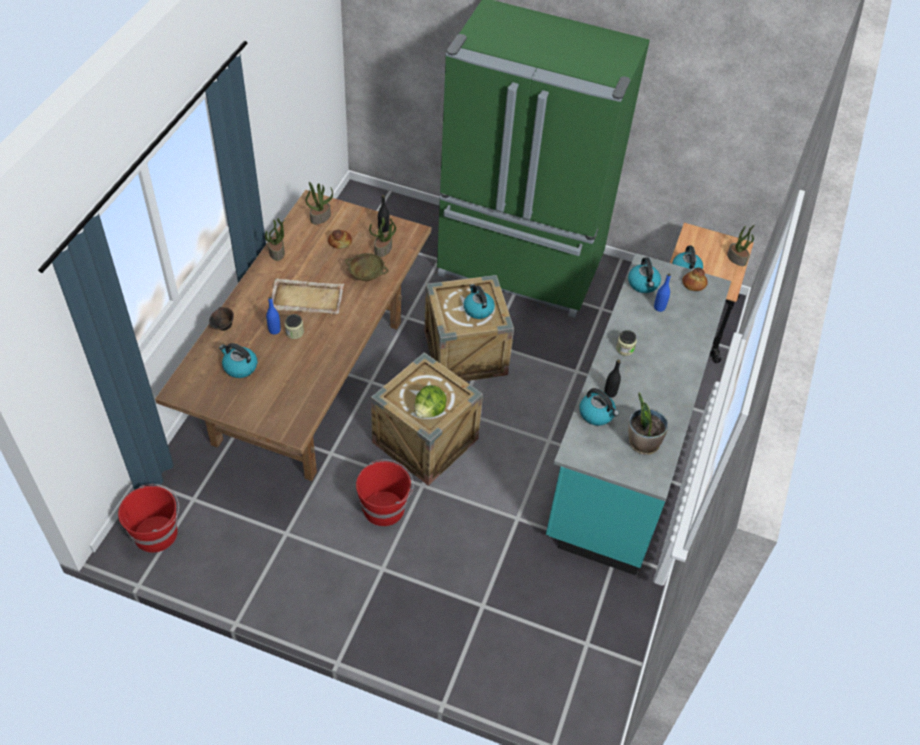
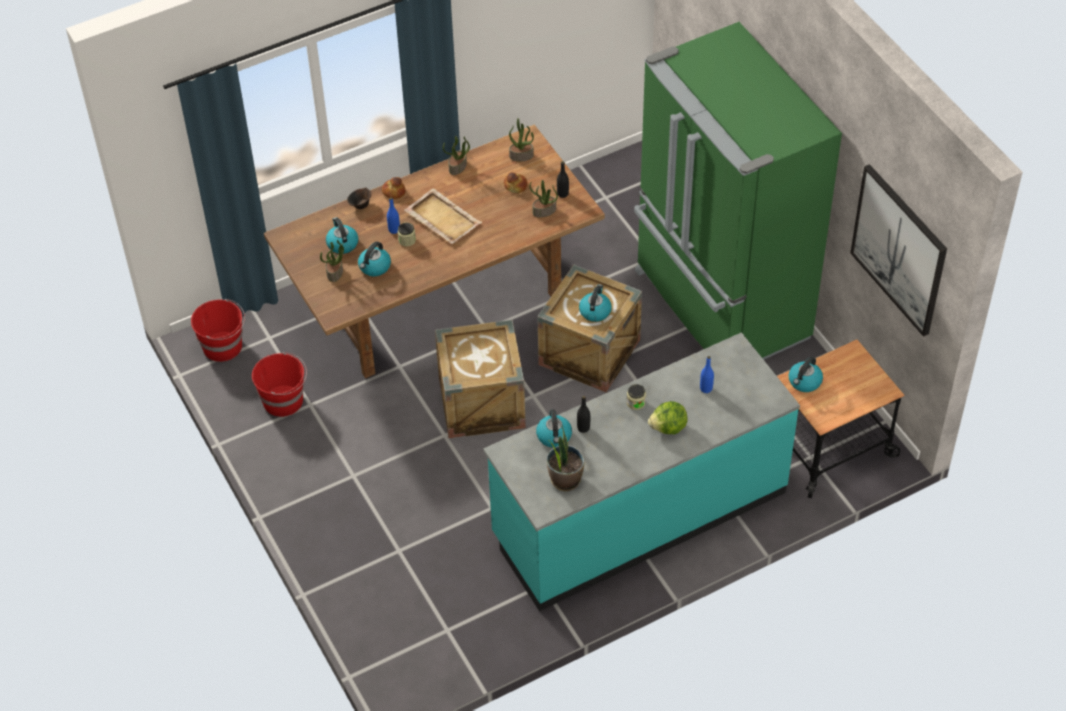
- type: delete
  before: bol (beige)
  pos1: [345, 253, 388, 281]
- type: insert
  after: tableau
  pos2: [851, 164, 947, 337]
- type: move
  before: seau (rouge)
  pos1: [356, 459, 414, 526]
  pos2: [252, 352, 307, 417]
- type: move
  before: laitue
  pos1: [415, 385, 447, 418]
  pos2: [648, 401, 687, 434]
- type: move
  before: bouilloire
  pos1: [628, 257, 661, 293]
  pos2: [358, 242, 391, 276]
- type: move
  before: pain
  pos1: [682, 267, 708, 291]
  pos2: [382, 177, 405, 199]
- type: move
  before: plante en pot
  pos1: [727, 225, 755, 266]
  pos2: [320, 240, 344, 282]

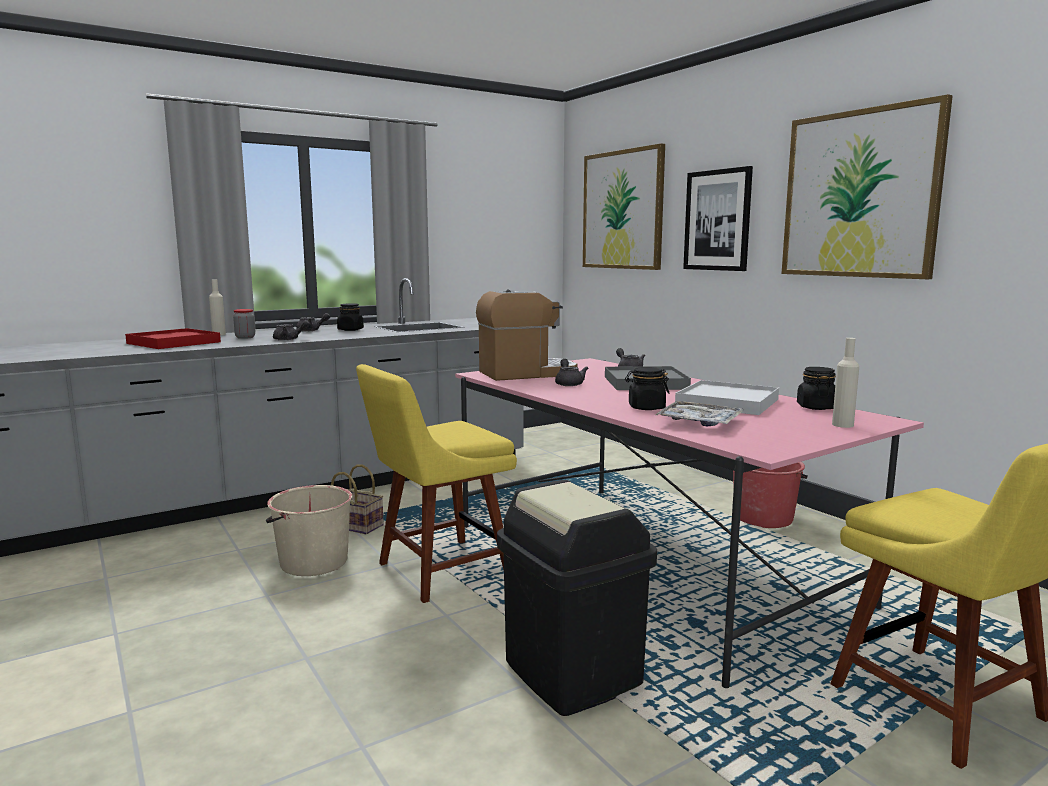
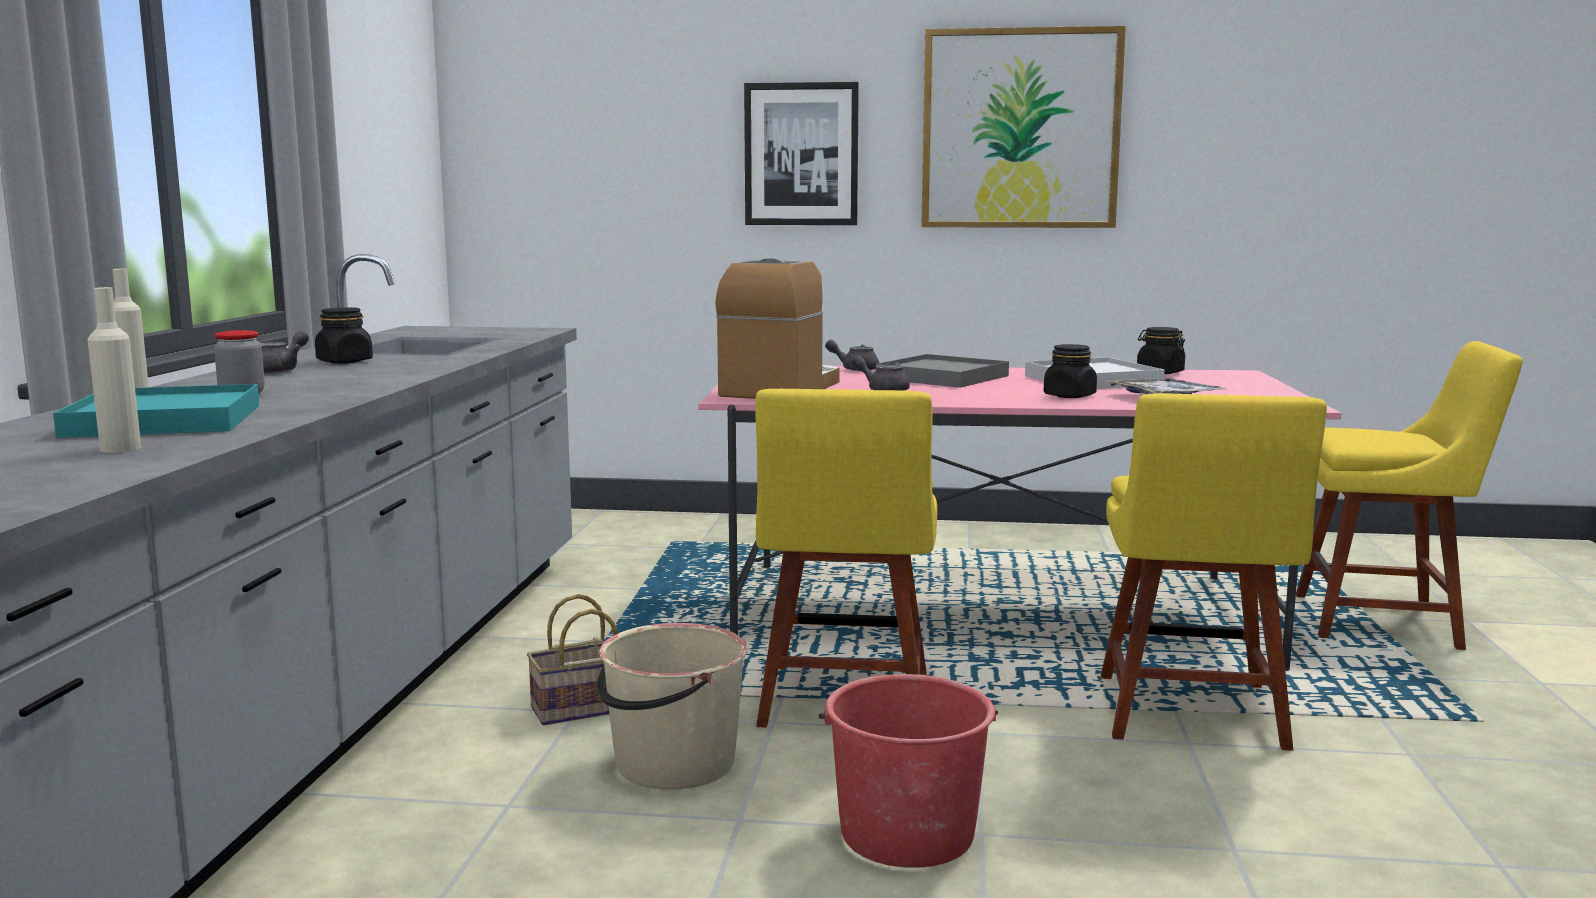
- type: delete
  before: théière (gris)
  pos1: [273, 320, 310, 340]
- type: delete
  before: tableau
  pos1: [583, 143, 665, 270]
- type: move
  before: seau (rouge)
  pos1: [733, 462, 807, 528]
  pos2: [819, 674, 998, 868]
- type: move
  before: bouteille (beige)
  pos1: [832, 338, 859, 428]
  pos2: [87, 287, 141, 453]
- type: replace
  before: poubelle (noir)
  after: chaise (jaune)
  pos1: [497, 480, 657, 716]
  pos2: [1101, 394, 1327, 751]
- type: recolor
  before: plateau (rouge)
  after: plateau (turquoise)
  pos1: [125, 328, 221, 349]
  pos2: [53, 384, 259, 438]

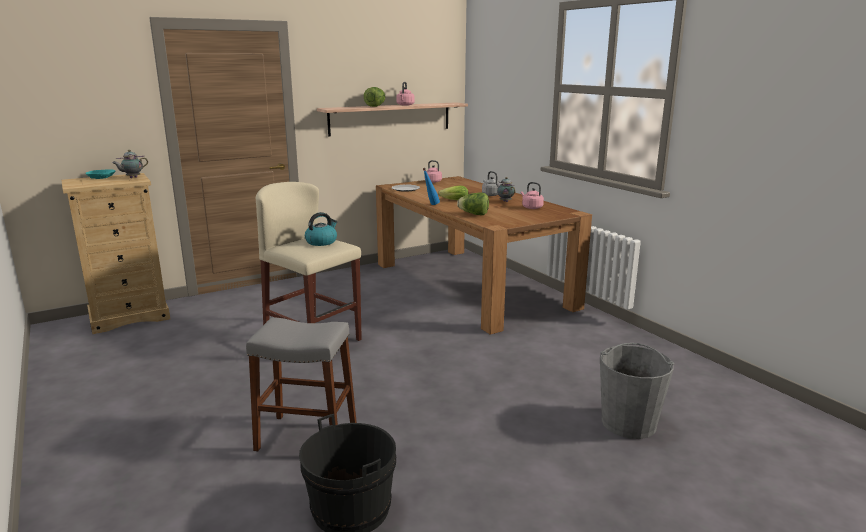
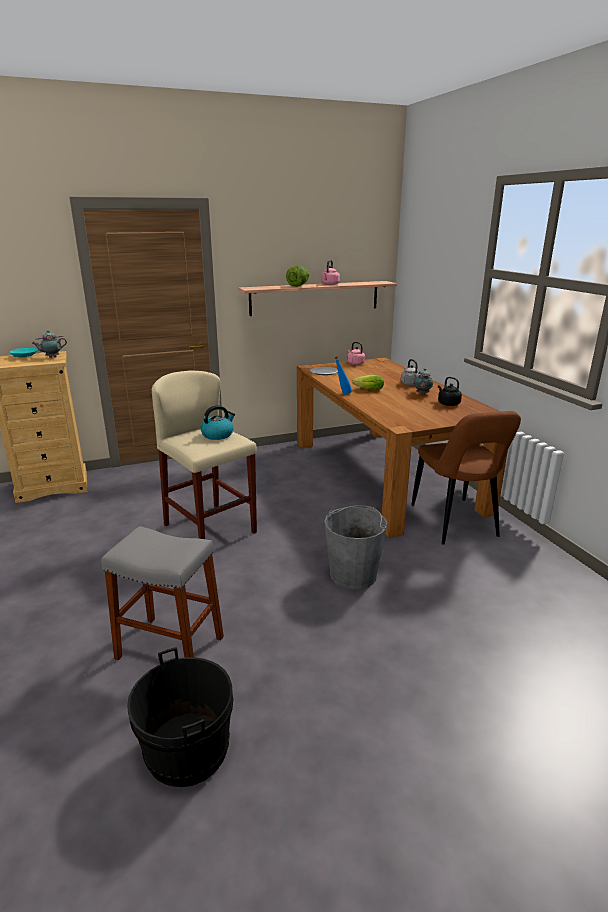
- type: delete
  before: laitue
  pos1: [457, 192, 489, 215]
- type: insert
  after: chaise (marron)
  pos2: [411, 411, 521, 545]
- type: move
  before: seau (gris)
  pos1: [600, 343, 674, 439]
  pos2: [324, 505, 387, 590]
- type: recolor
  before: bouilloire (rose)
  after: bouilloire (noir)
  pos1: [521, 182, 544, 209]
  pos2: [438, 377, 462, 406]

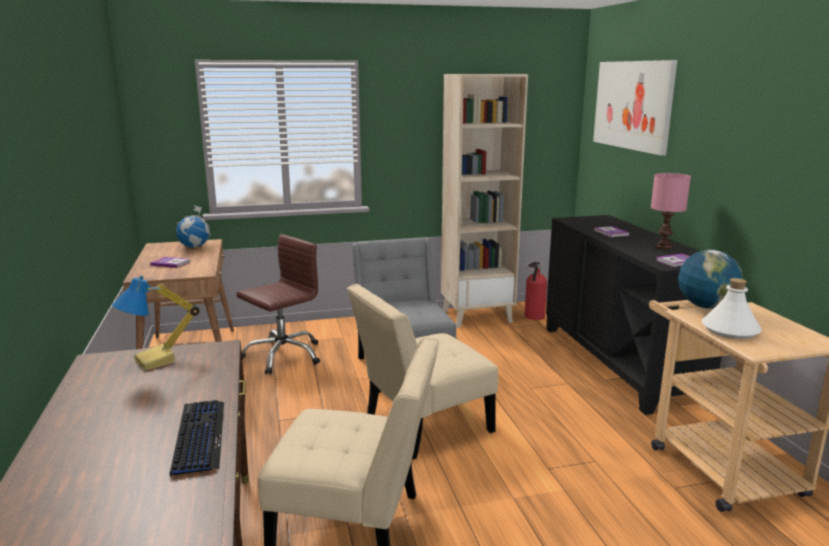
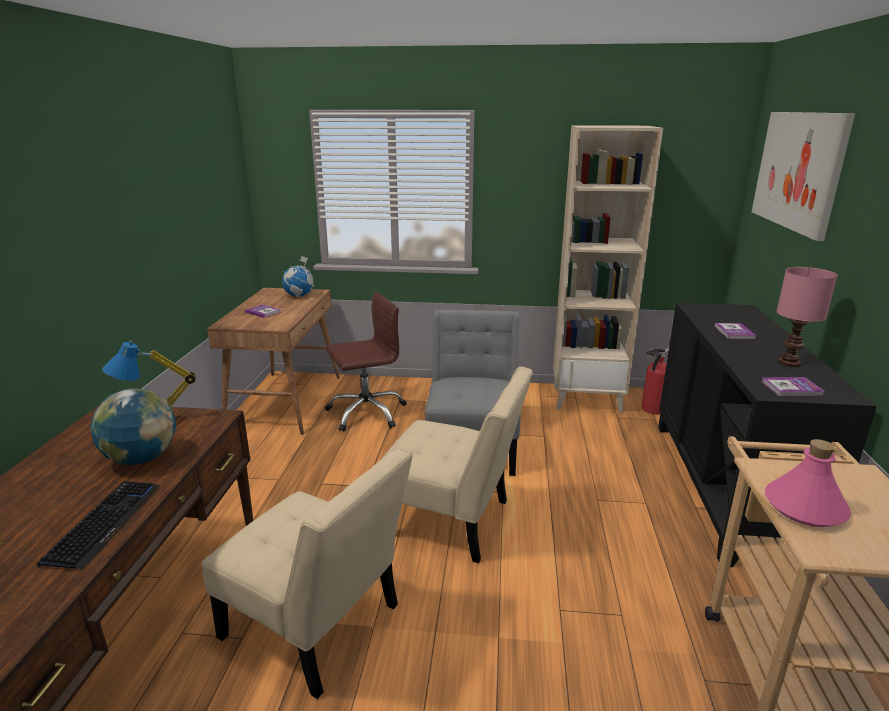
- type: move
  before: globe
  pos1: [678, 250, 743, 309]
  pos2: [90, 389, 176, 465]
- type: recolor
  before: bouteille (blanc)
  after: bouteille (rose)
  pos1: [702, 278, 762, 339]
  pos2: [765, 439, 851, 527]
- type: rotate
  before: chaise (beige)
  pos1: [347, 284, 498, 460]
  pos2: [383, 367, 533, 563]
  turn: -150

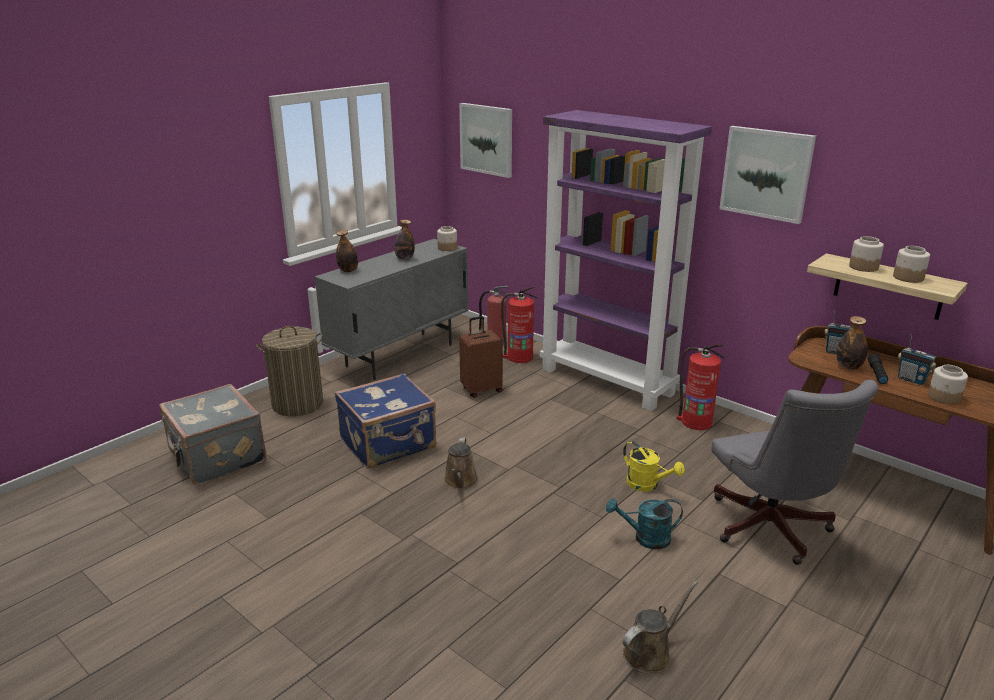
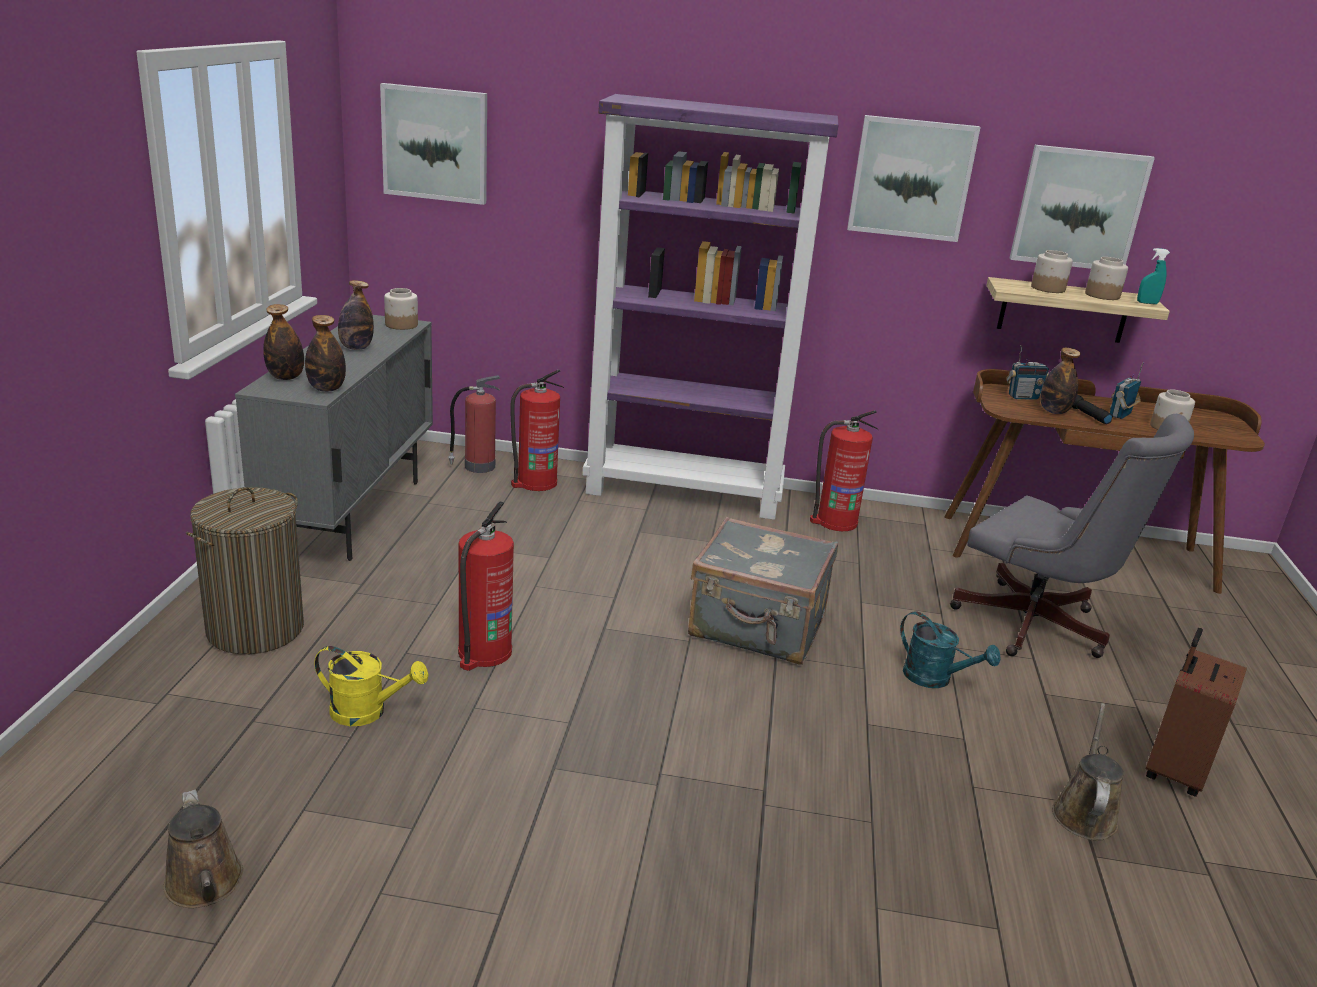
- type: insert
  after: bouteille
  pos2: [305, 315, 346, 392]
- type: insert
  after: tableau
  pos2: [1010, 145, 1155, 269]
- type: insert
  after: vaporisateur (turquoise)
  pos2: [1137, 248, 1170, 304]
- type: move
  before: valise (gris)
  pos1: [159, 384, 267, 486]
  pos2: [688, 517, 838, 665]
- type: move
  before: arrosoir (marron)
  pos1: [444, 438, 478, 489]
  pos2: [163, 789, 243, 908]
- type: move
  before: valise (marron)
  pos1: [459, 316, 503, 398]
  pos2: [1146, 628, 1247, 797]
- type: move
  before: arrosoir (jaune)
  pos1: [623, 441, 685, 491]
  pos2: [314, 646, 429, 726]
- type: replace
  before: valise (bleu)
  after: extincteur
  pos1: [335, 373, 436, 469]
  pos2: [458, 501, 514, 671]
- type: rotate
  before: arrosoir (turquoise)
  pos1: [606, 498, 683, 549]
  pos2: [900, 611, 1000, 688]
  turn: -105
- type: rotate
  before: radio
  pos1: [898, 334, 936, 385]
  pos2: [1110, 362, 1144, 419]
  turn: 120

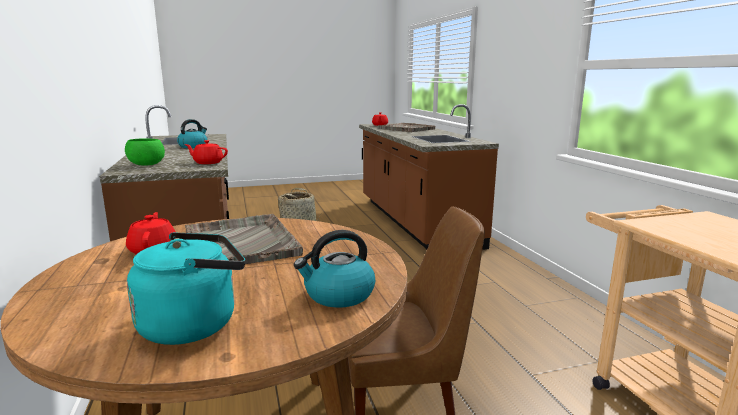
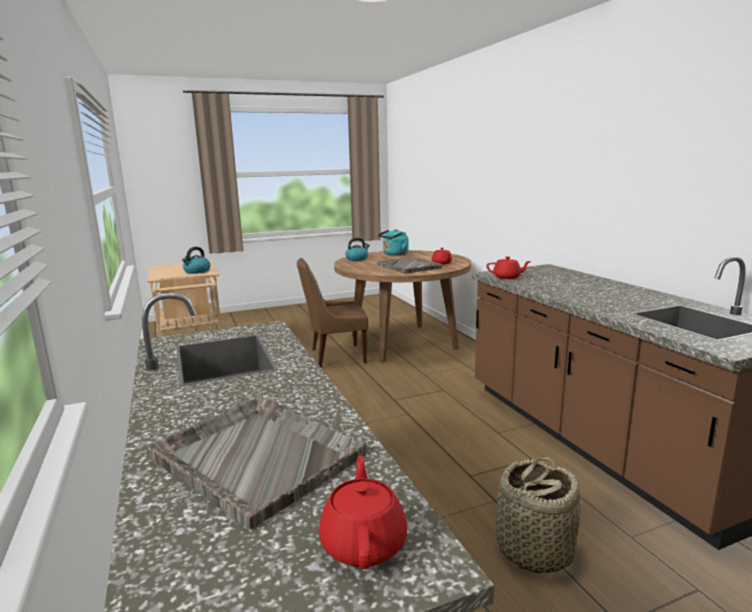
- type: delete
  before: bol (vert)
  pos1: [125, 138, 165, 166]
- type: move
  before: bouilloire
  pos1: [177, 119, 207, 148]
  pos2: [182, 247, 211, 274]

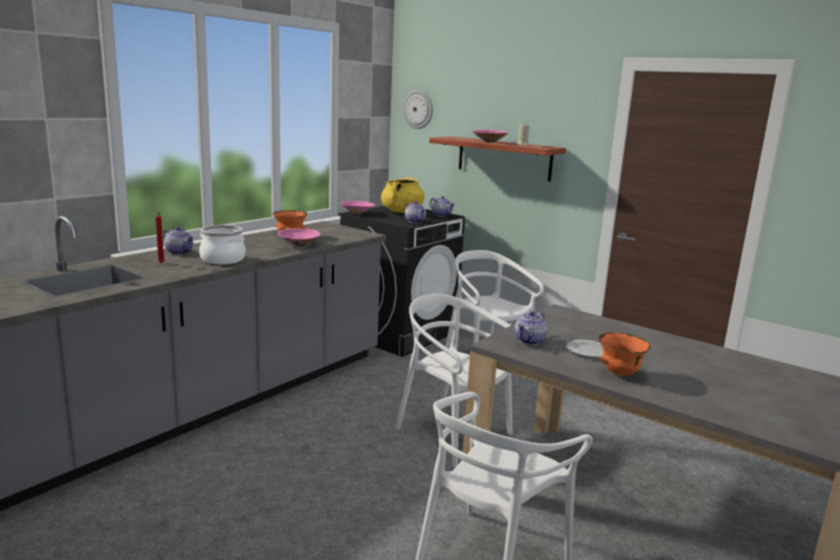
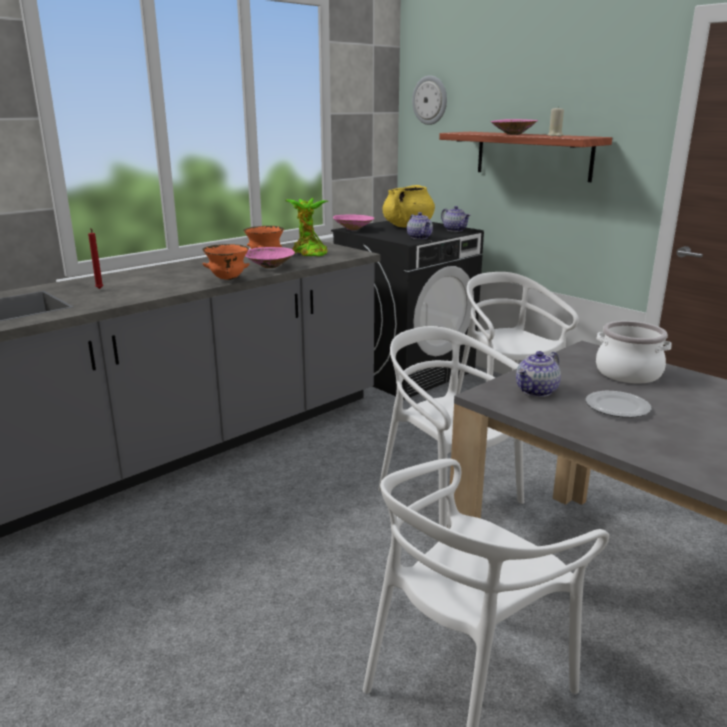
- type: delete
  before: théière
  pos1: [163, 227, 194, 255]
- type: insert
  after: plante en pot
  pos2: [285, 198, 328, 257]
- type: move
  before: marmite
  pos1: [199, 225, 246, 264]
  pos2: [596, 321, 672, 384]
- type: move
  before: bol (orange)
  pos1: [598, 332, 651, 376]
  pos2: [202, 244, 249, 280]

